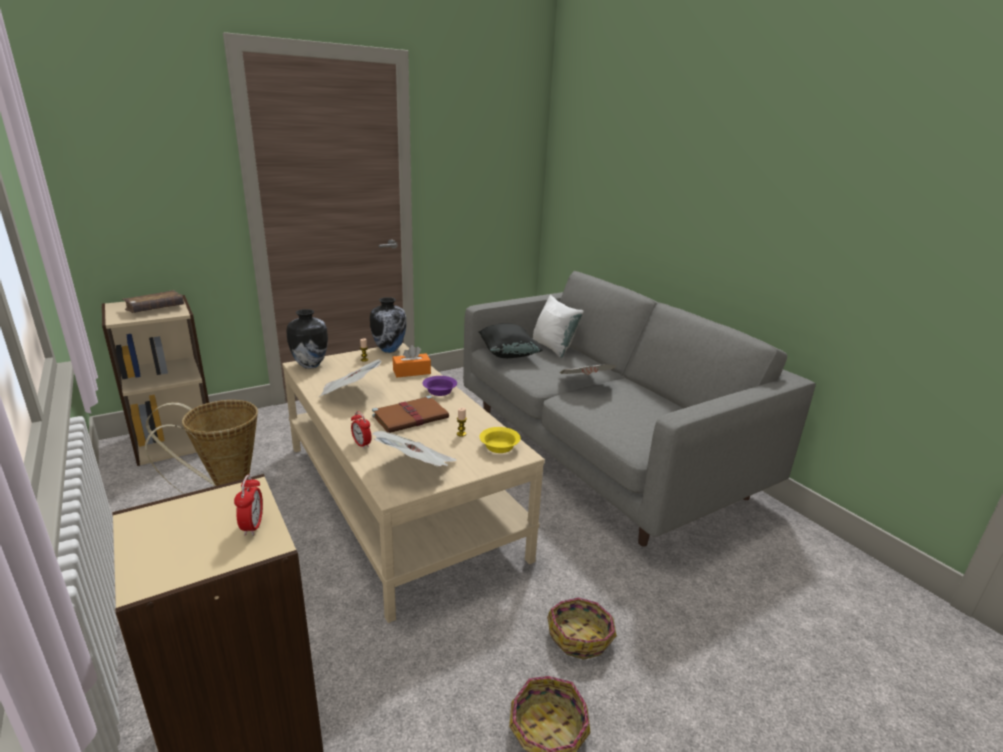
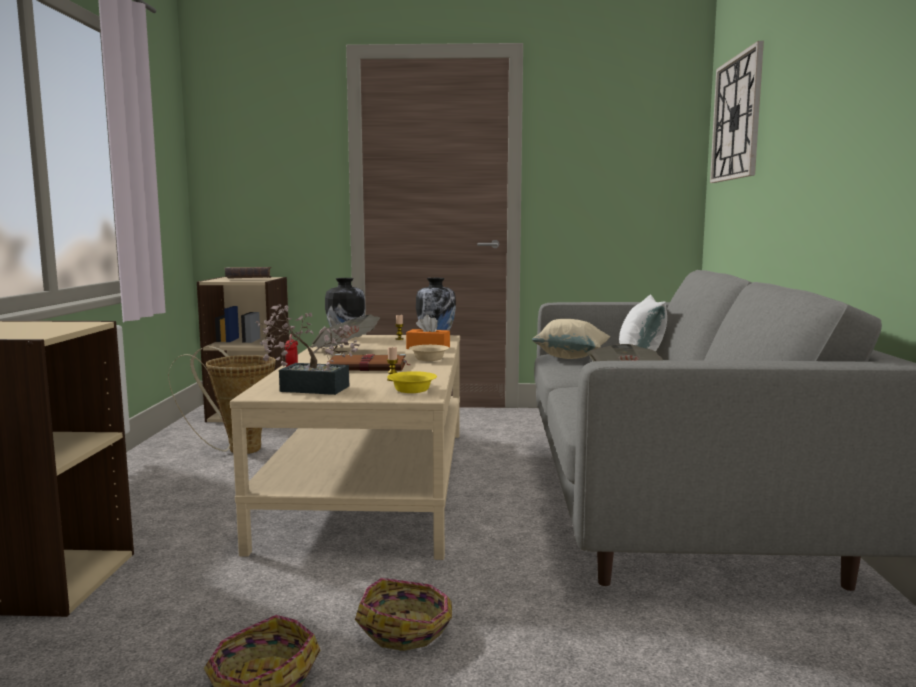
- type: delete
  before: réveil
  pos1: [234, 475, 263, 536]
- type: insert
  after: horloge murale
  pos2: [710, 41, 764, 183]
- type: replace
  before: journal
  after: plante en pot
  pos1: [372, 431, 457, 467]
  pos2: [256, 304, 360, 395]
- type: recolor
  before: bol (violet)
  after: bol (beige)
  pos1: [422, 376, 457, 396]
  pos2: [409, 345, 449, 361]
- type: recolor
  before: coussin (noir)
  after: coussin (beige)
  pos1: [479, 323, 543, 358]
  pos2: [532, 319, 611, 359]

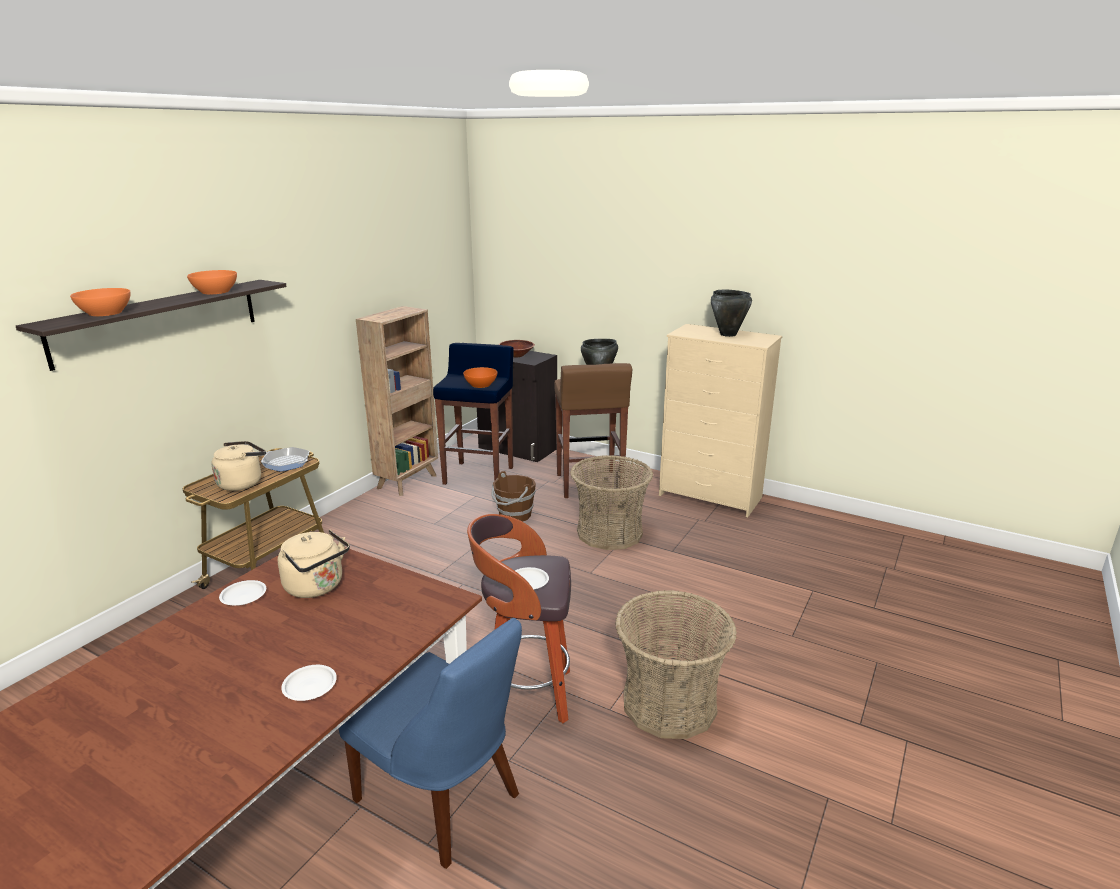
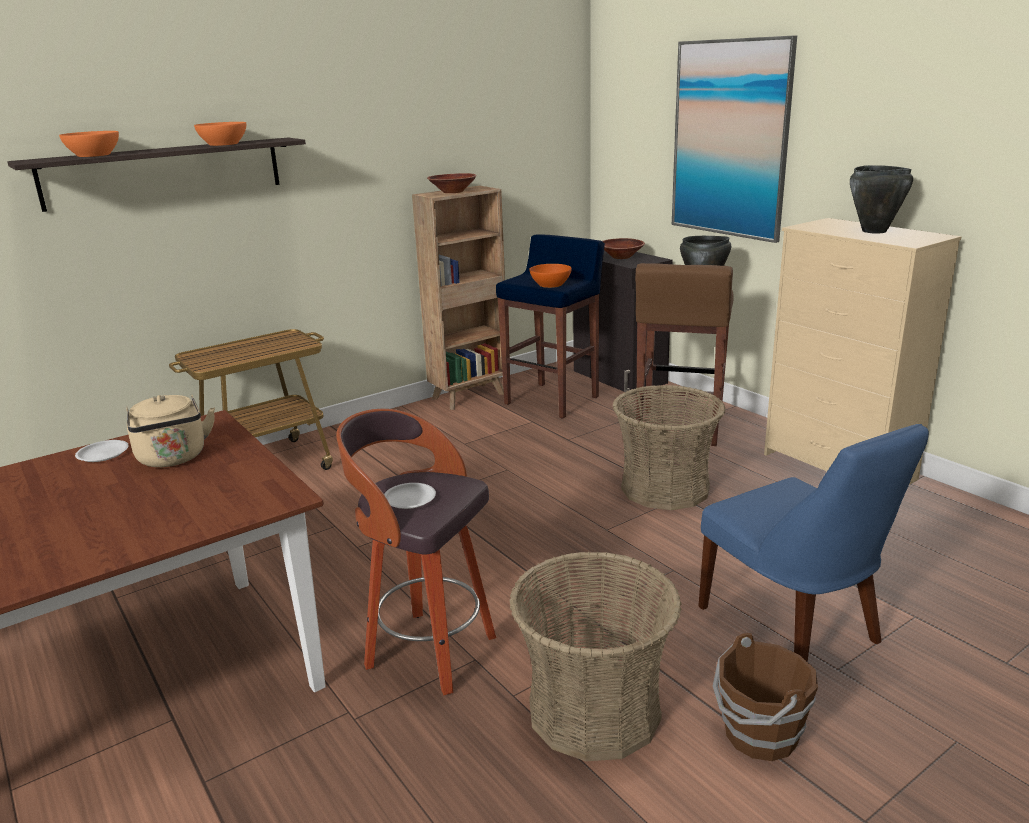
- type: delete
  before: bouilloire (beige)
  pos1: [211, 441, 266, 491]
- type: delete
  before: poêle
  pos1: [261, 447, 310, 471]
- type: delete
  before: assiette (blanc)
  pos1: [281, 665, 337, 701]
- type: insert
  after: bol (marron)
  pos2: [427, 173, 477, 193]
- type: insert
  after: tableau
  pos2: [672, 35, 797, 243]
- type: move
  before: chaise (bleu)
  pos1: [339, 618, 522, 869]
  pos2: [698, 424, 929, 662]
- type: move
  before: seau (marron)
  pos1: [491, 471, 536, 522]
  pos2: [713, 633, 818, 761]

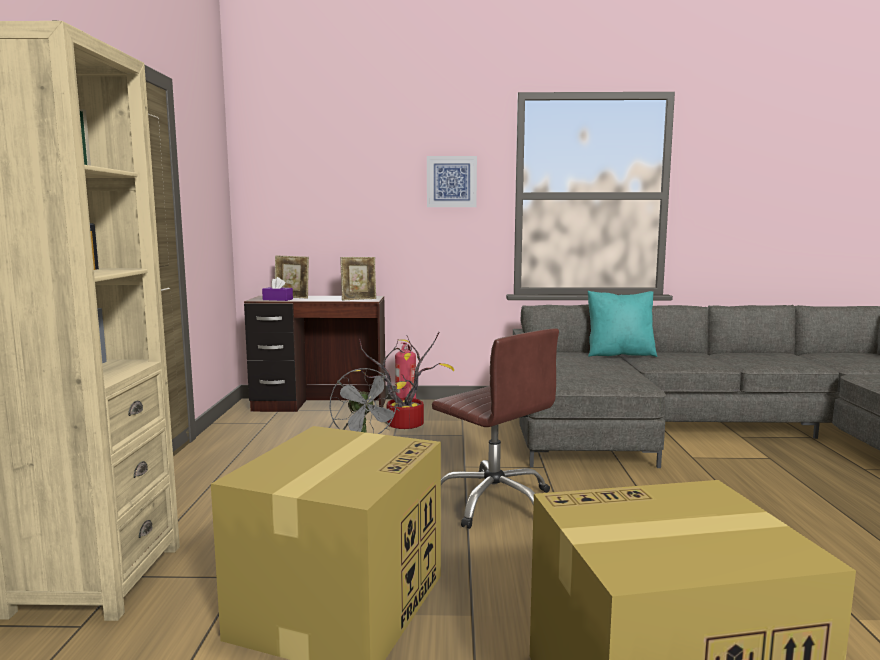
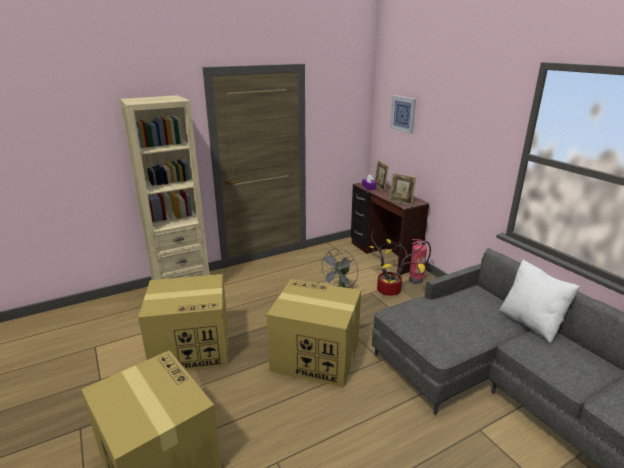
- type: move
  before: tableau
  pos1: [427, 156, 477, 207]
  pos2: [390, 95, 416, 134]
- type: replace
  before: chaise de bureau (marron)
  after: carton
  pos1: [432, 329, 559, 529]
  pos2: [267, 279, 361, 388]
- type: recolor
  before: coussin (turquoise)
  after: coussin (blanc)
  pos1: [588, 291, 657, 357]
  pos2: [499, 260, 580, 344]

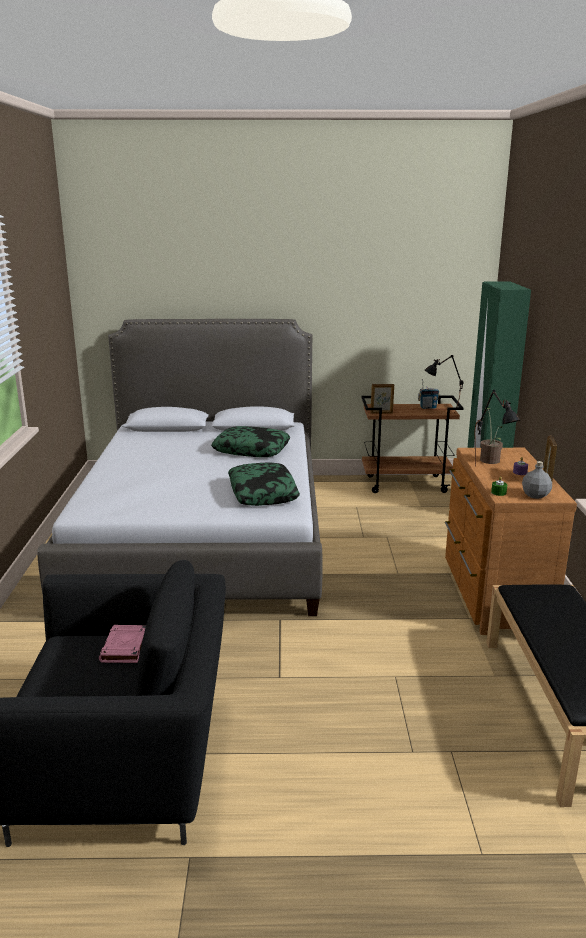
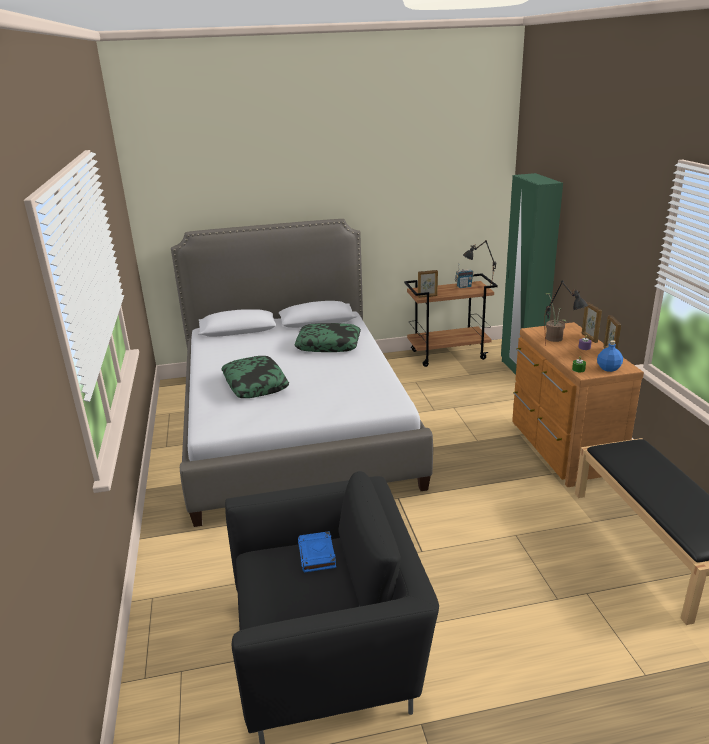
- type: insert
  after: cadre photo
  pos2: [582, 302, 602, 343]
- type: move
  before: coussin
  pos1: [228, 462, 300, 506]
  pos2: [222, 356, 289, 398]
- type: recolor
  before: livre (rose)
  after: livre (bleu)
  pos1: [99, 625, 146, 663]
  pos2: [298, 531, 336, 572]
- type: recolor
  before: bouteille (gris)
  after: bouteille (bleu)
  pos1: [522, 461, 552, 499]
  pos2: [597, 340, 623, 372]

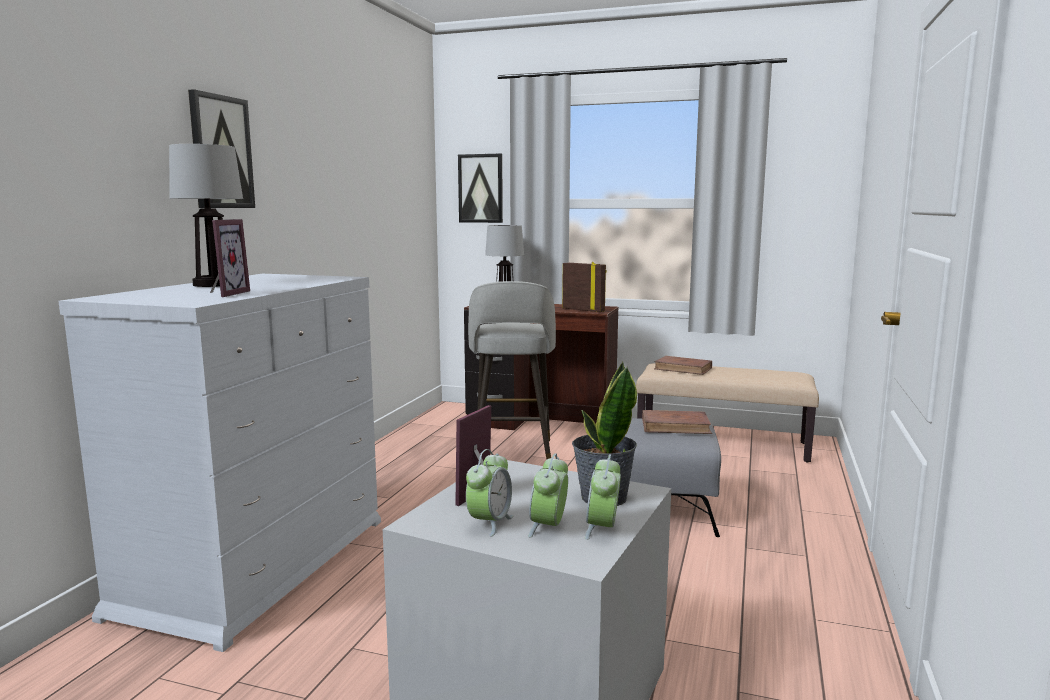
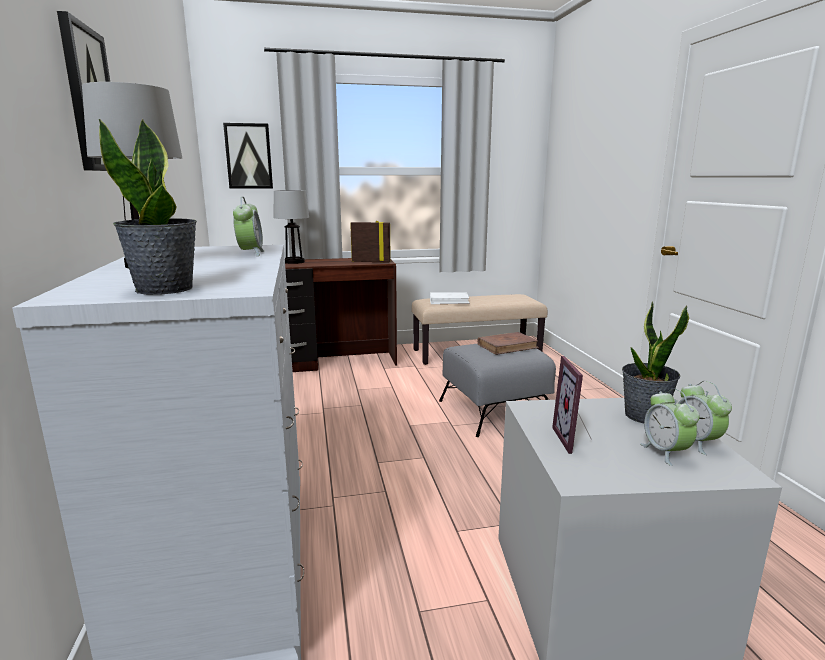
- type: delete
  before: cadre photo
  pos1: [210, 219, 250, 297]
- type: delete
  before: tabouret (gris)
  pos1: [468, 281, 556, 459]
- type: insert
  after: plante en pot
  pos2: [99, 118, 197, 295]
- type: move
  before: réveil
  pos1: [466, 449, 513, 536]
  pos2: [233, 197, 264, 256]
- type: recolor
  before: livre (marron)
  after: livre (blanc)
  pos1: [654, 356, 712, 375]
  pos2: [430, 293, 470, 304]

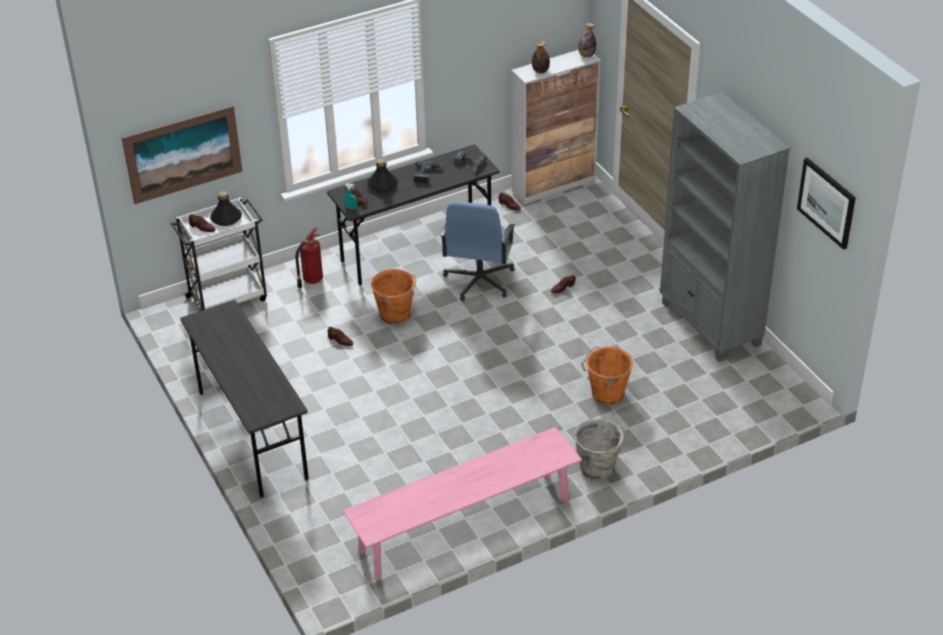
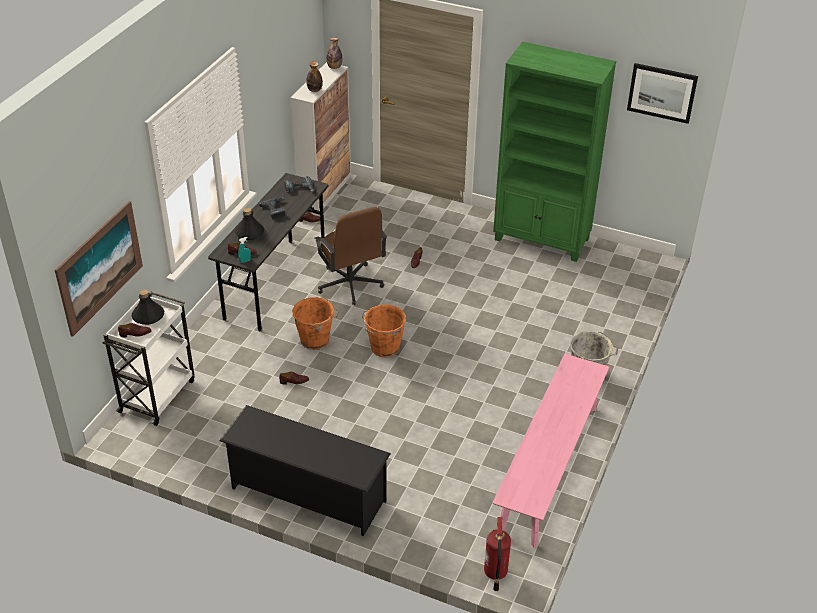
- type: move
  before: extincteur
  pos1: [295, 227, 323, 288]
  pos2: [484, 517, 511, 591]
- type: move
  before: seau (orange)
  pos1: [581, 346, 633, 406]
  pos2: [362, 305, 406, 357]
- type: replace
  before: bureau (gris)
  after: étagère à chaussures (noir)
  pos1: [180, 300, 309, 498]
  pos2: [219, 405, 391, 536]
- type: recolor
  before: chaise de bureau (bleu)
  after: chaise de bureau (marron)
  pos1: [441, 201, 515, 301]
  pos2: [315, 207, 387, 305]
- type: recolor
  before: bibliothèque (gris)
  after: bibliothèque (vert)
  pos1: [660, 92, 790, 362]
  pos2: [493, 42, 616, 262]

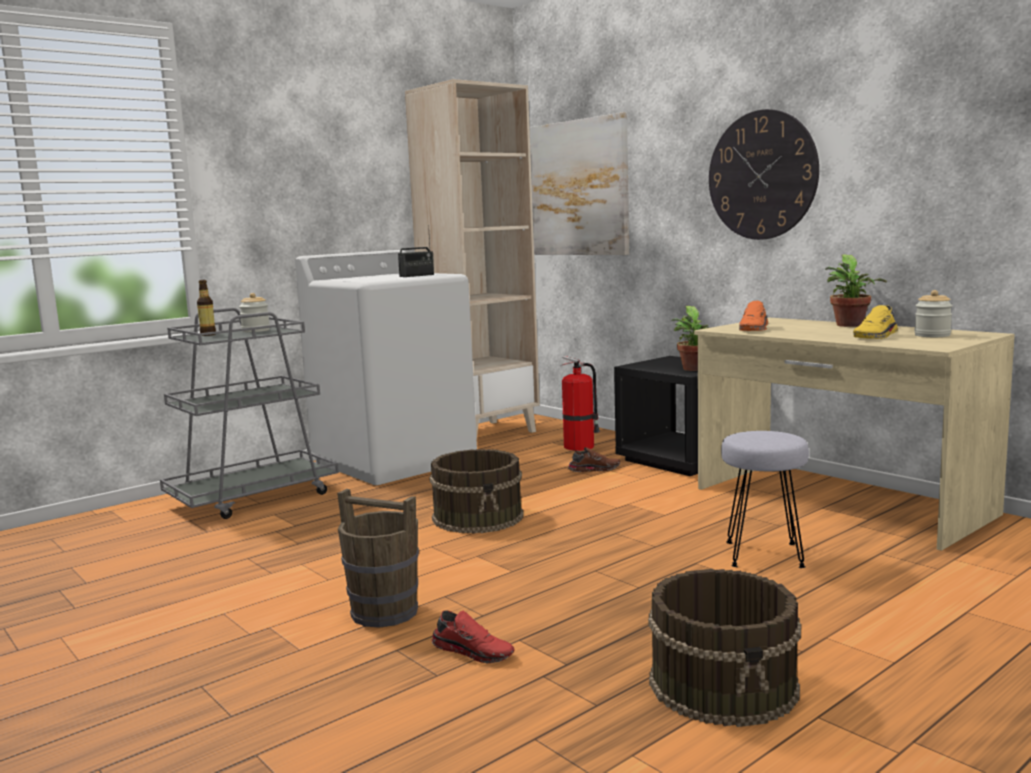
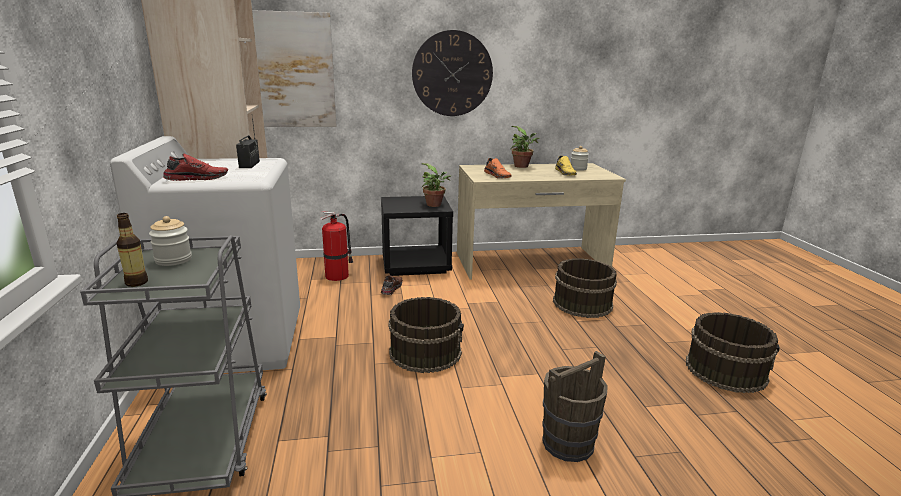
- type: move
  before: chaussure (rouge)
  pos1: [431, 610, 515, 663]
  pos2: [163, 154, 228, 181]
- type: replace
  before: tabouret (gris)
  after: seau (marron)
  pos1: [721, 431, 809, 568]
  pos2: [553, 258, 617, 318]

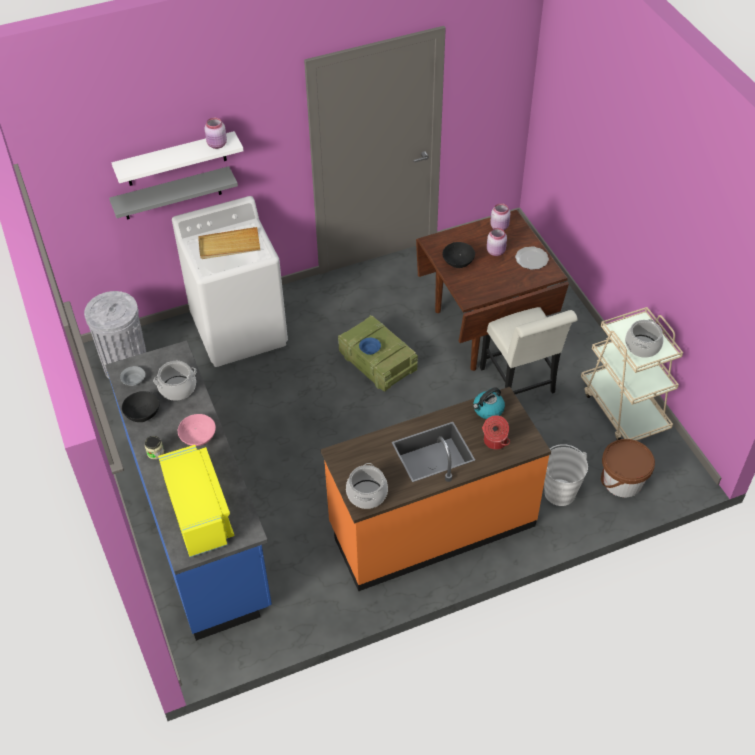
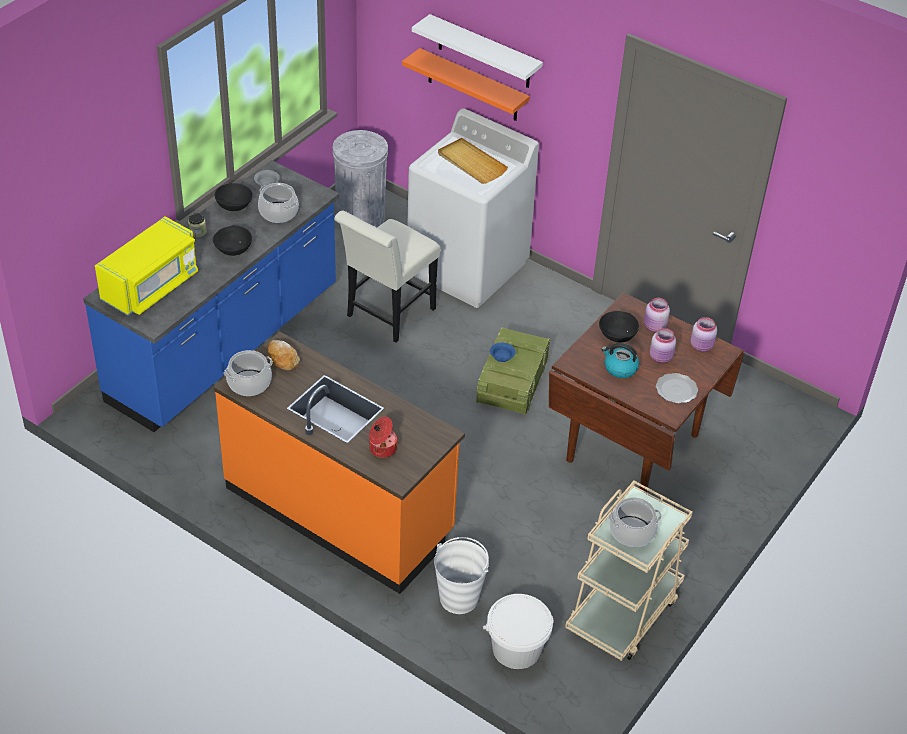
- type: insert
  after: pain
  pos2: [267, 340, 300, 370]
- type: move
  before: bocal (rose)
  pos1: [204, 118, 227, 149]
  pos2: [644, 298, 670, 332]
- type: move
  before: bouilloire
  pos1: [473, 387, 505, 419]
  pos2: [602, 343, 639, 378]
- type: move
  before: chaise (blanc)
  pos1: [480, 307, 578, 394]
  pos2: [334, 210, 441, 343]
- type: recolor
  before: étagère (gris)
  after: étagère (orange)
  pos1: [109, 166, 238, 220]
  pos2: [402, 48, 530, 121]
- type: recolor
  before: bol (rose)
  after: bol (noir)
  pos1: [178, 414, 216, 446]
  pos2: [213, 225, 252, 256]
- type: recolor
  before: seau (marron)
  after: seau (blanc)
  pos1: [601, 439, 655, 497]
  pos2: [483, 594, 554, 669]

